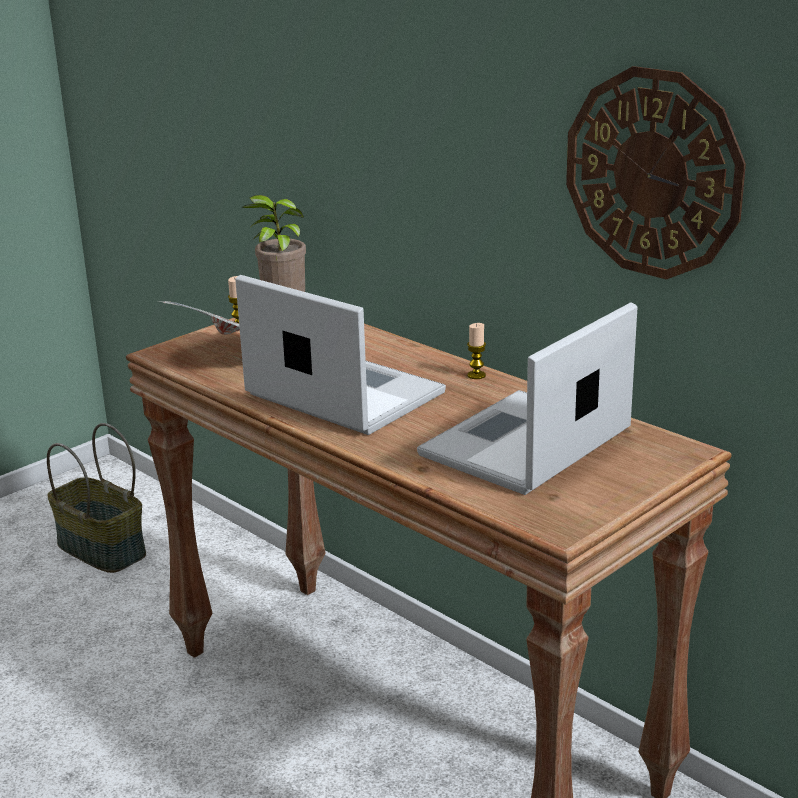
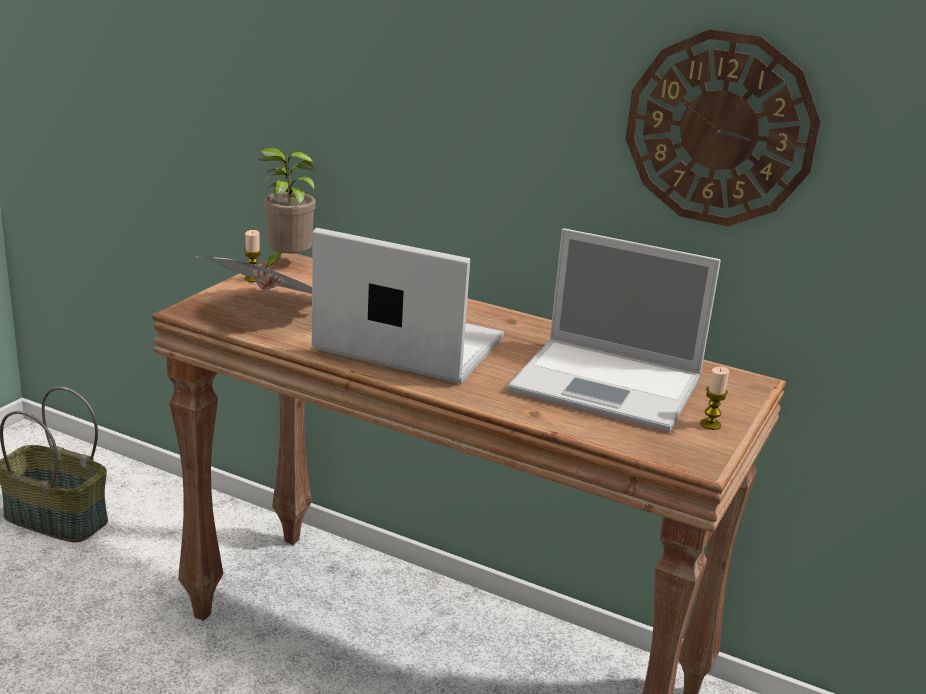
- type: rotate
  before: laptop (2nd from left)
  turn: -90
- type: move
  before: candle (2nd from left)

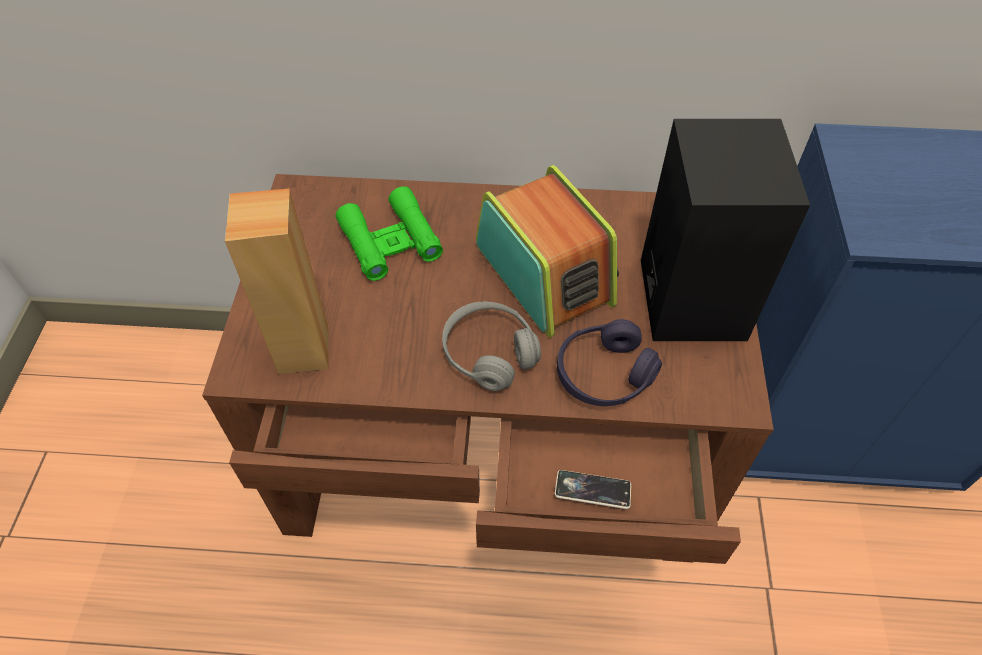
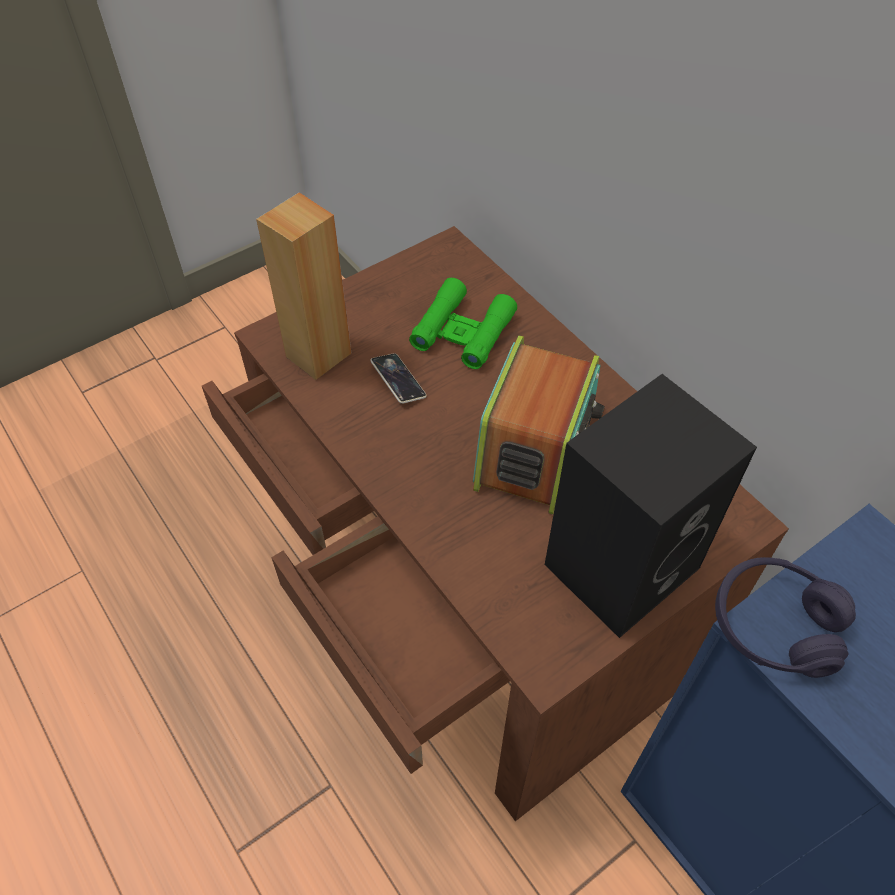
- type: delete
  before: grey headphones
- type: move
  before: purple headphones
- type: move
  before: phone

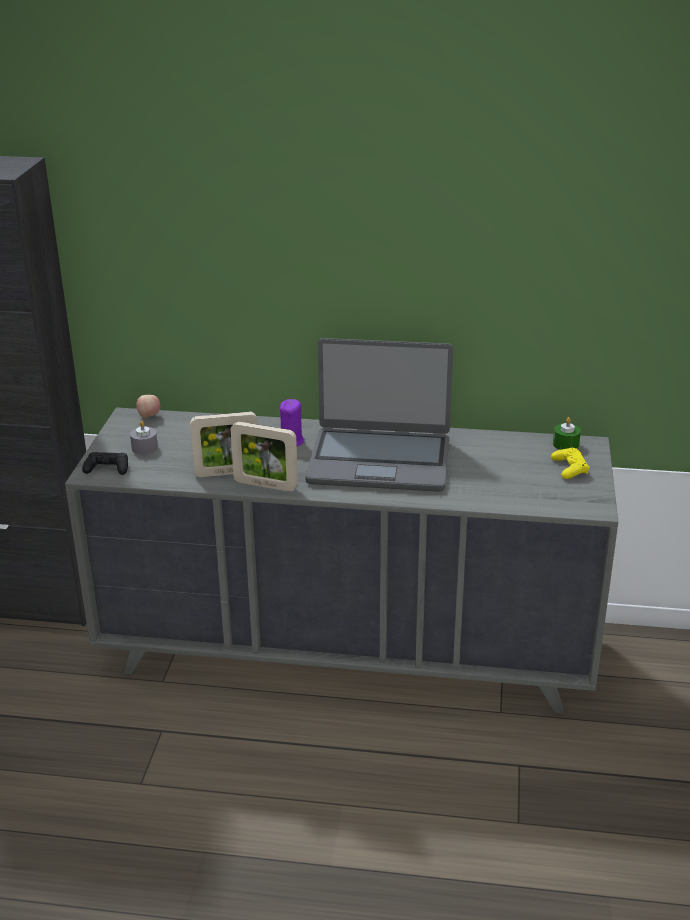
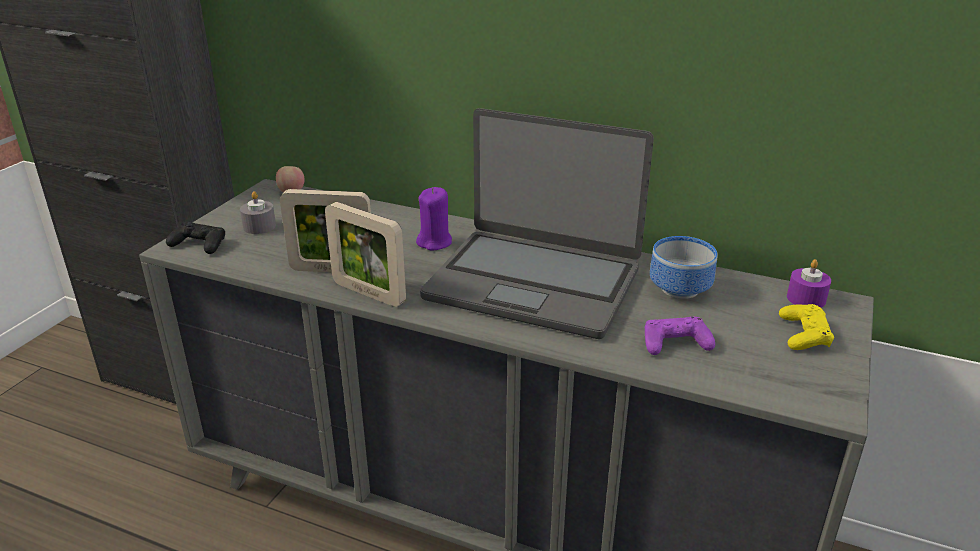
- type: recolor
  before: green candle
  after: purple candle (2nd from left)
- type: insert
  after: bowl
- type: insert
  after: purple game controller

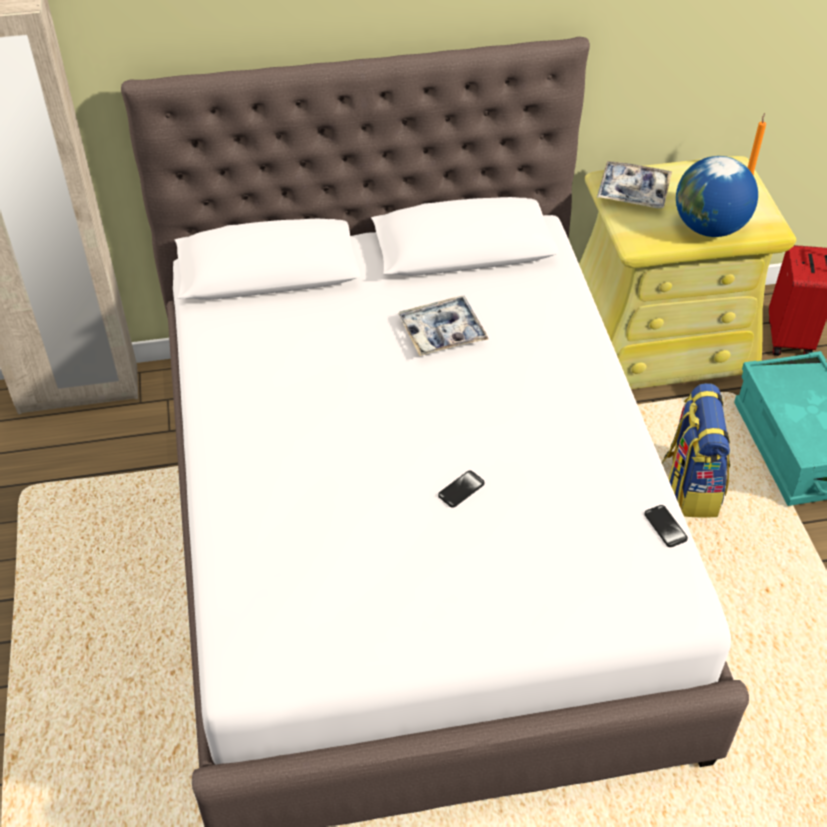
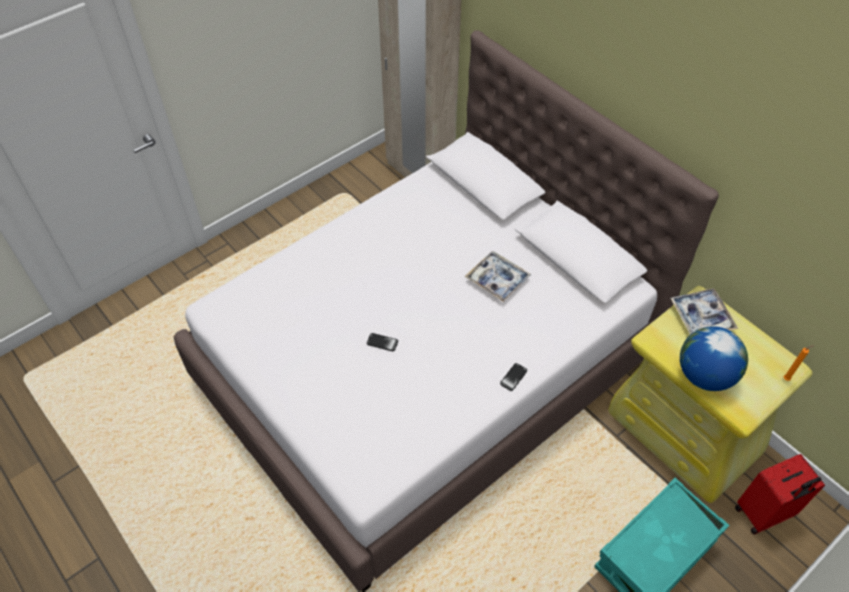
- type: delete
  before: backpack
- type: move
  before: phone (2nd from left)

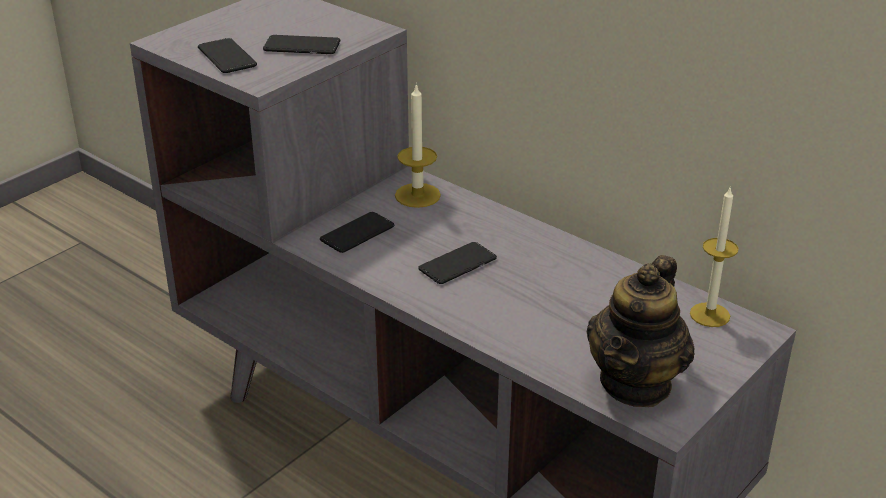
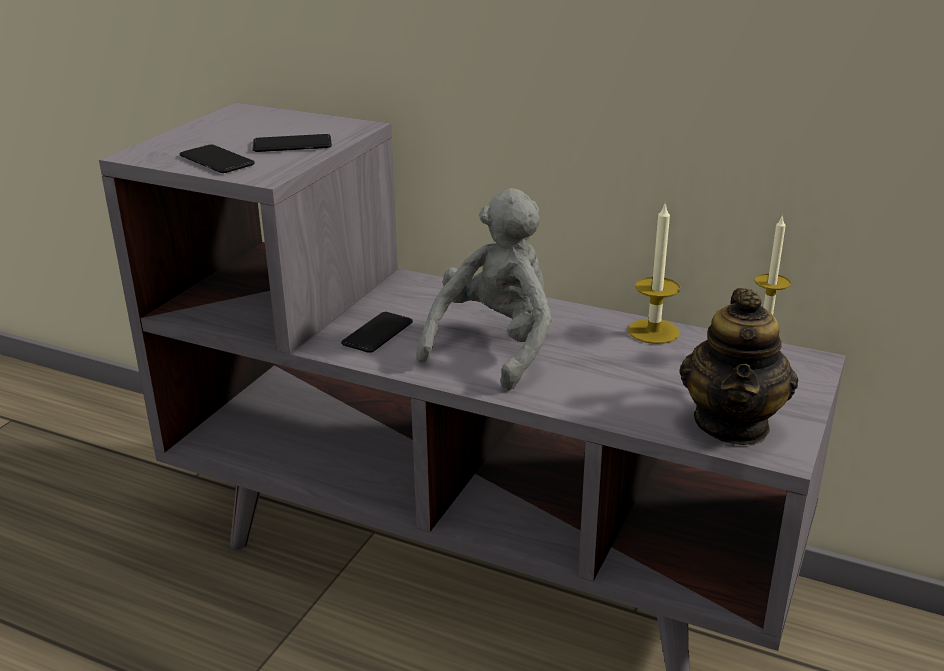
- type: move
  before: candle (1st from left)
- type: replace
  before: phone (4th from left)
  after: grey plush toy

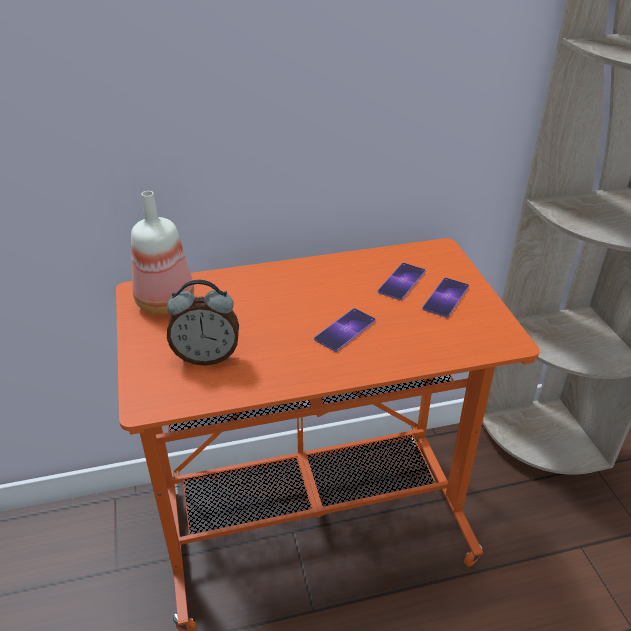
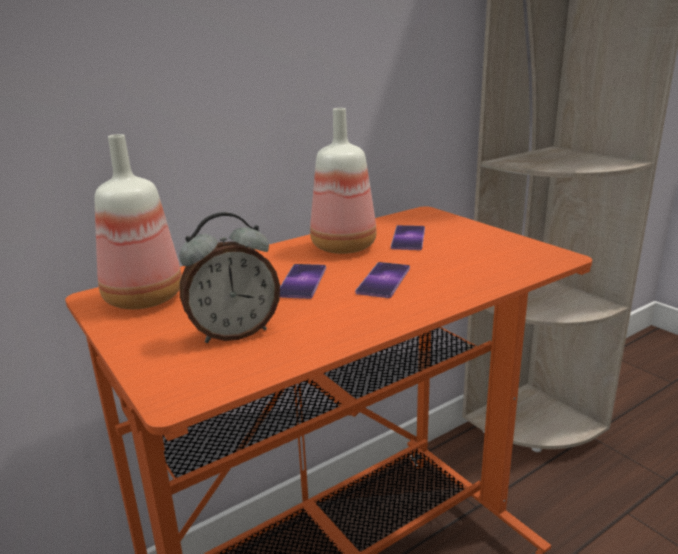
- type: move
  before: phone (3rd from left in the first image)
  after: phone (1st from left)
- type: insert
  after: bottle (2nd from left)

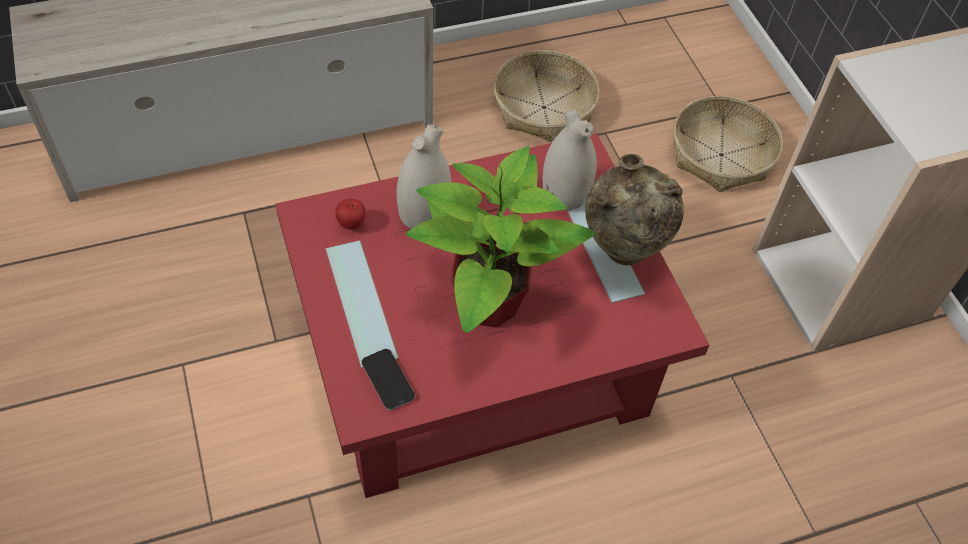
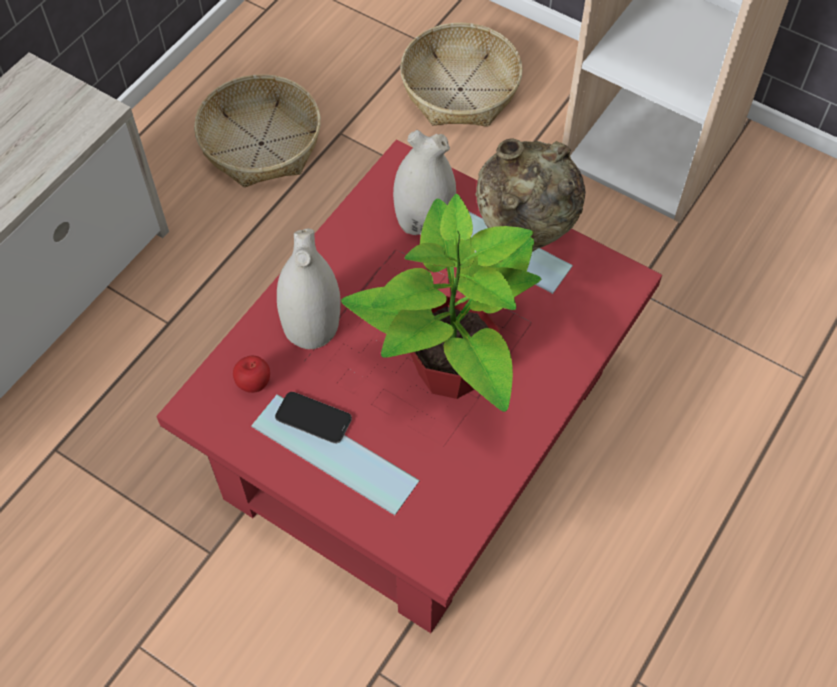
- type: move
  before: phone

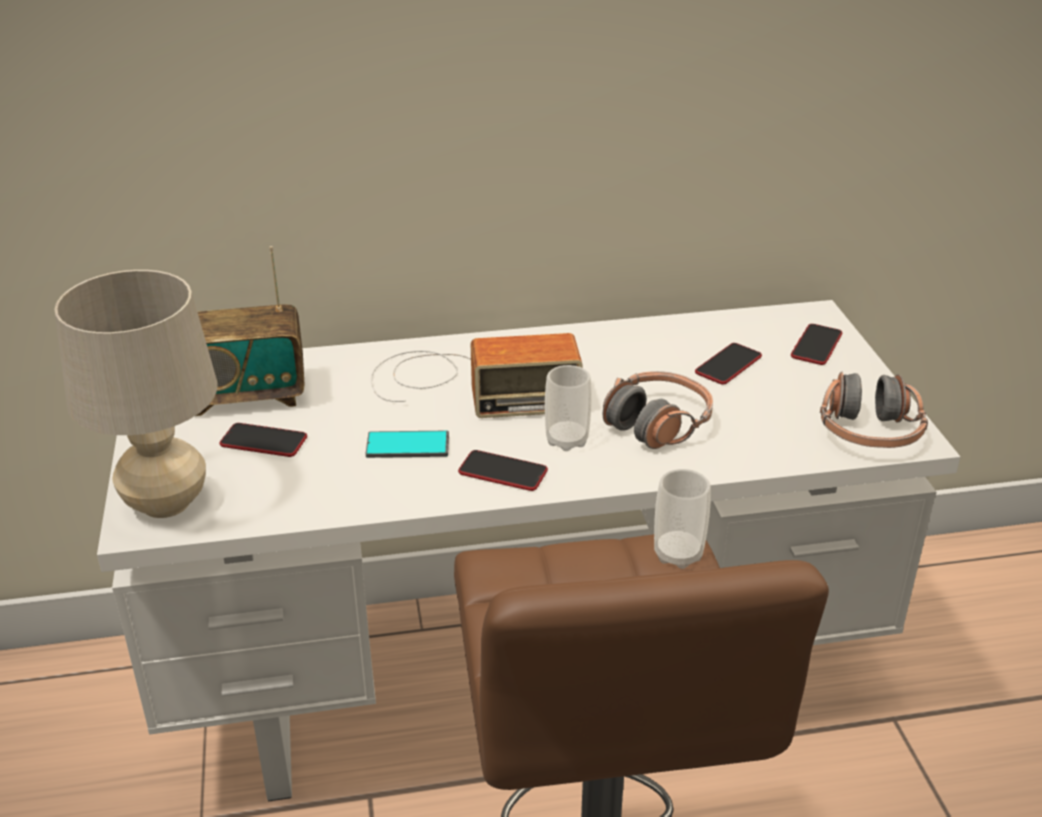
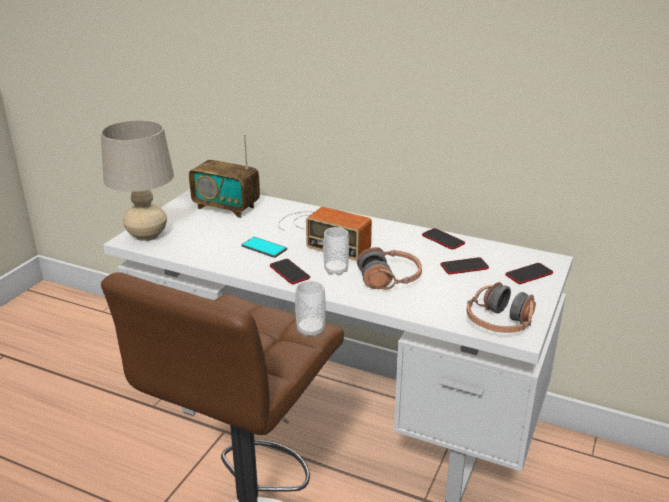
- type: move
  before: phone (1st from left in the first image)
  after: phone (3rd from left)

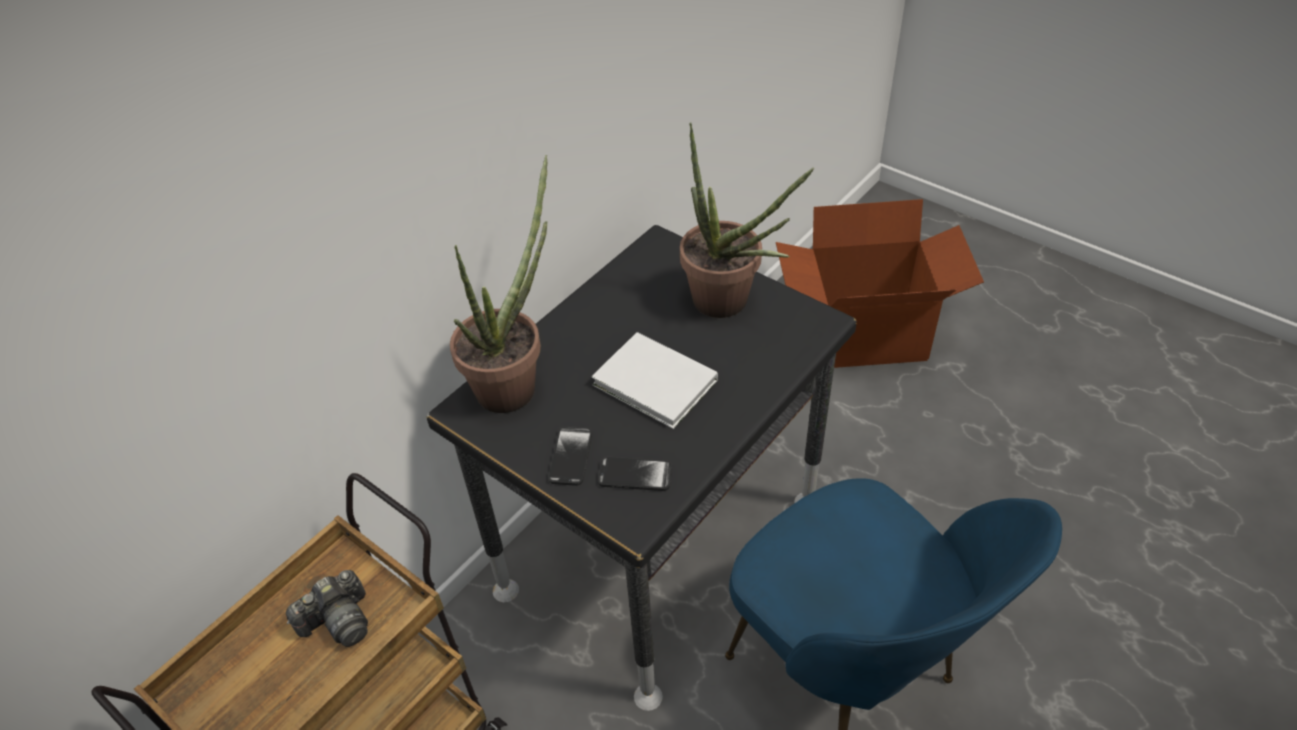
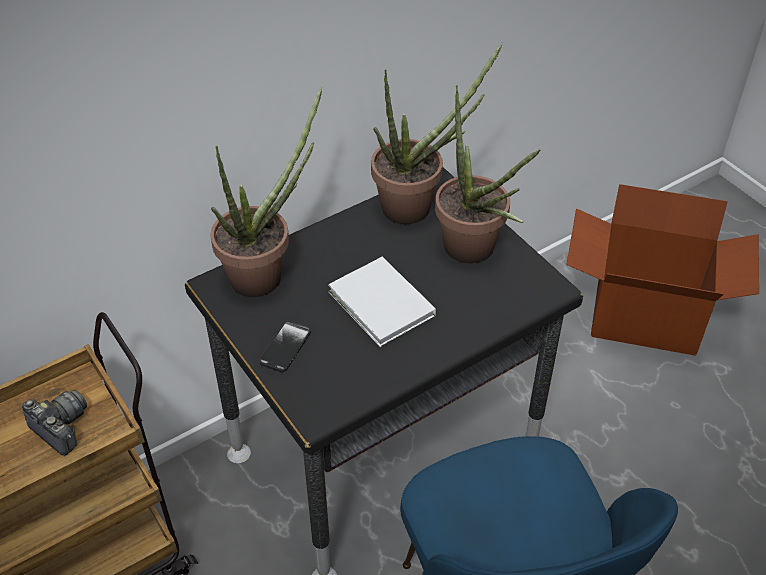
- type: delete
  before: phone (2nd from left)
- type: rotate
  before: photo camera
  turn: -120
- type: insert
  after: potted plant (2nd from left)

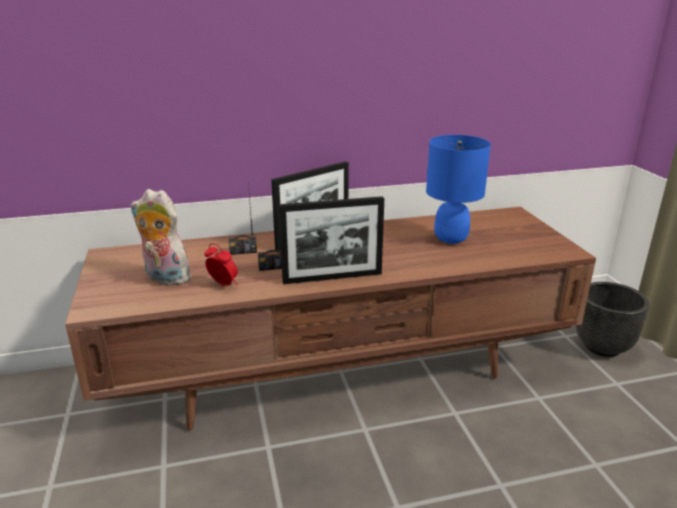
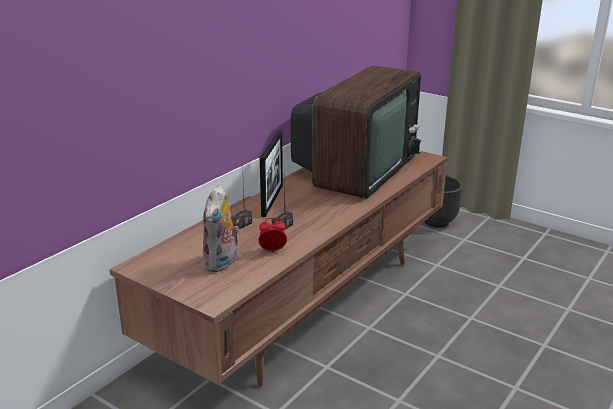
- type: replace
  before: blue table lamp
  after: television
- type: rotate
  before: plush toy
  turn: -60
- type: delete
  before: picture frame (2nd from left)

